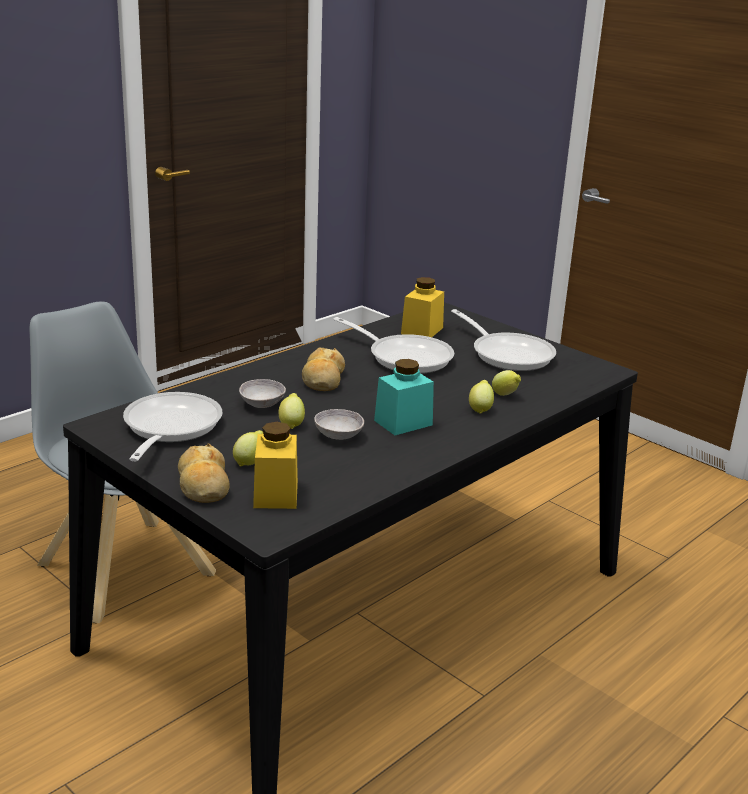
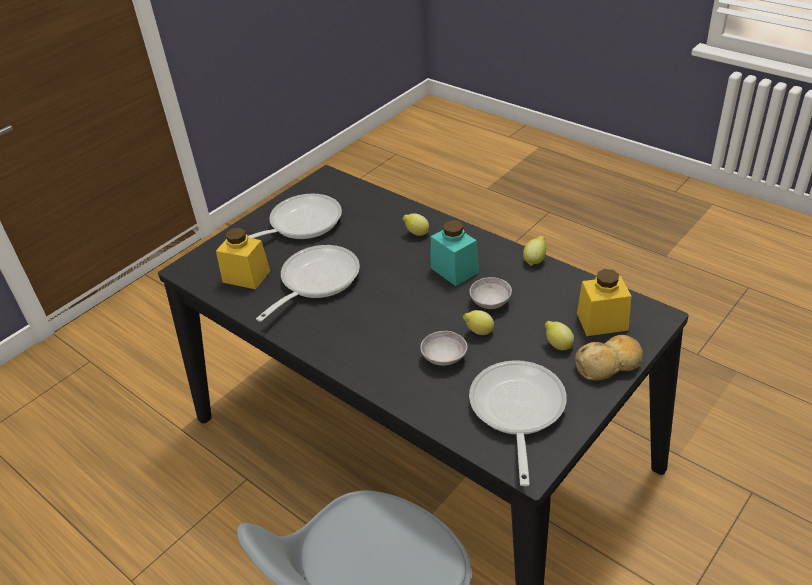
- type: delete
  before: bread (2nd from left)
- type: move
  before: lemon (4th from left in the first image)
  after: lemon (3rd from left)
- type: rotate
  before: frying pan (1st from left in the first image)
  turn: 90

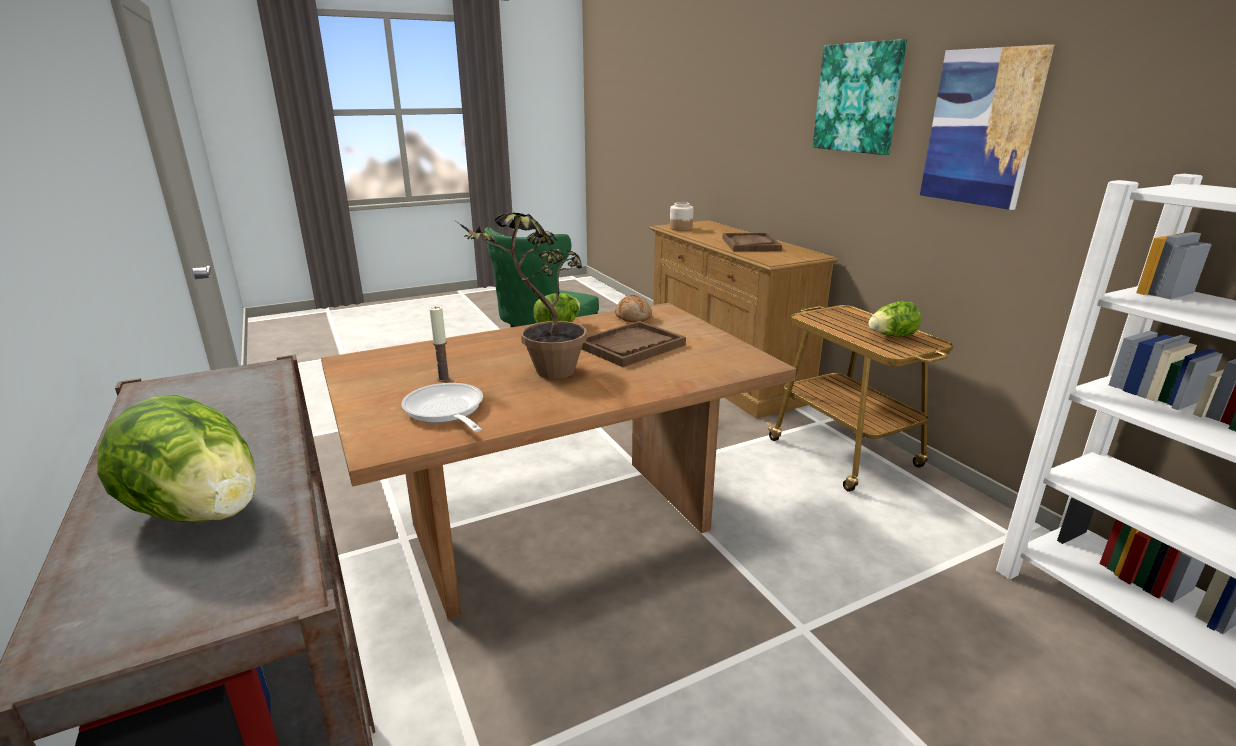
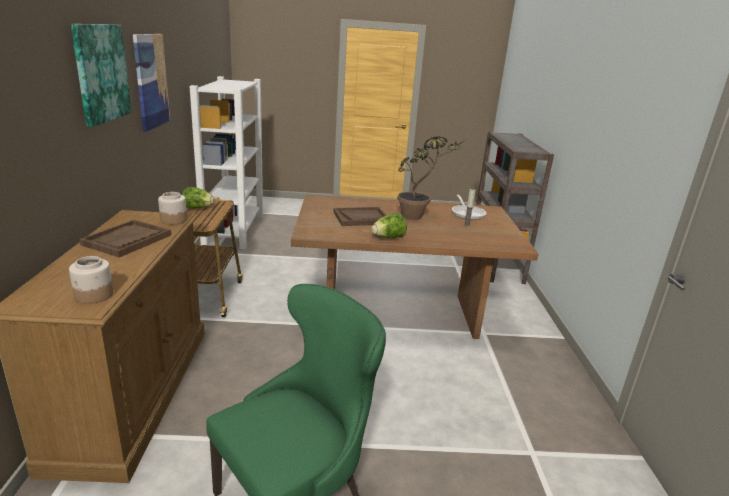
- type: delete
  before: bread
- type: delete
  before: lettuce (1st from left)
- type: insert
  after: jar (2nd from left)

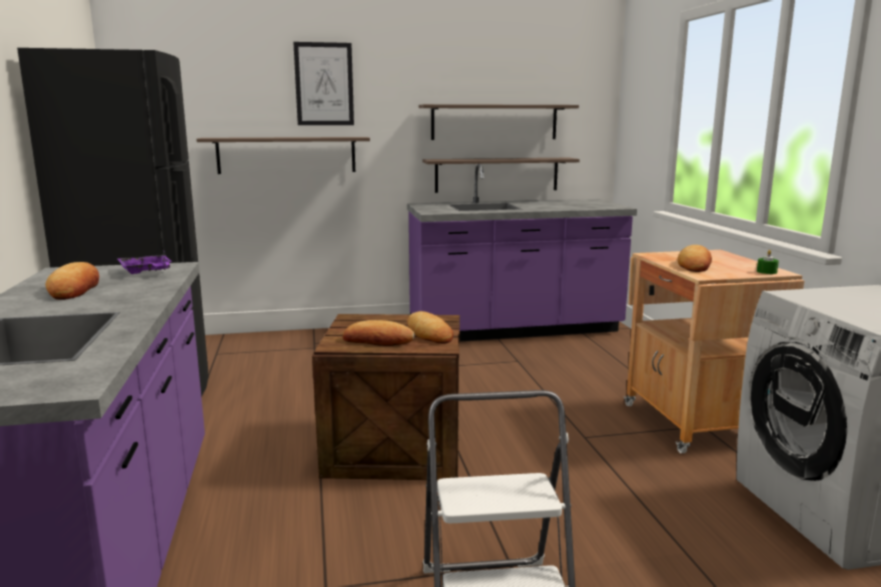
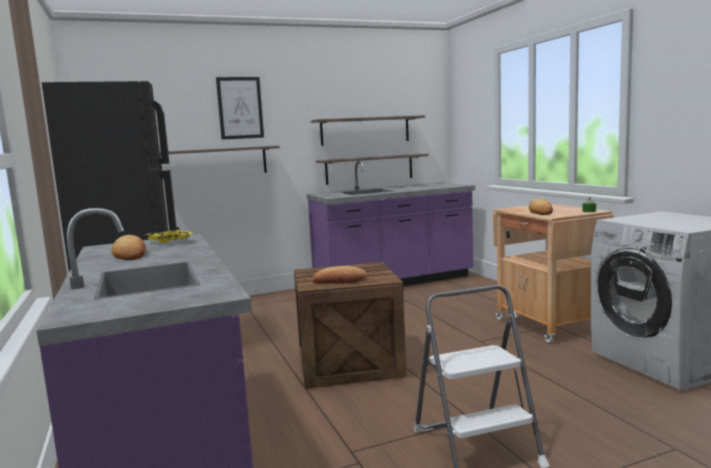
- type: recolor
  before: purple tray
  after: yellow tray
- type: delete
  before: bread (3rd from left)

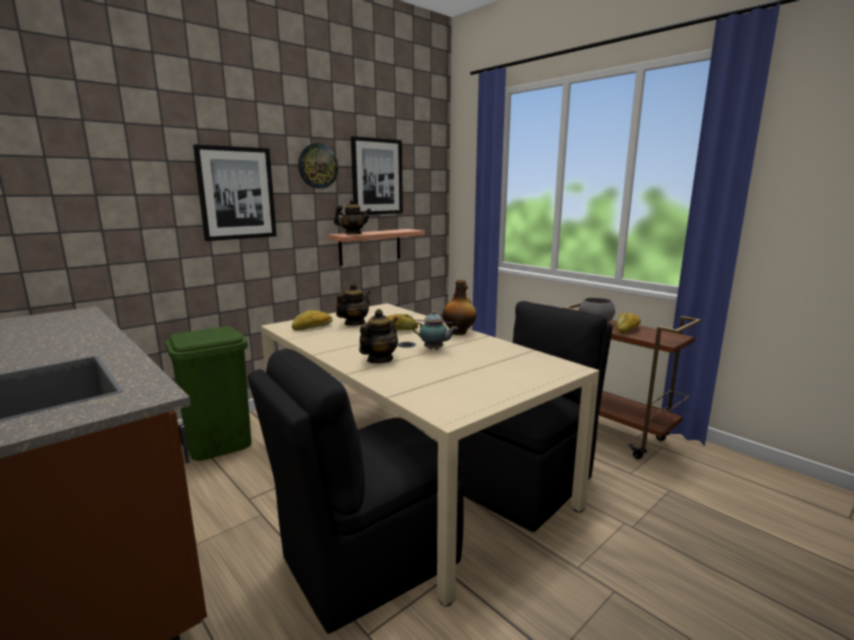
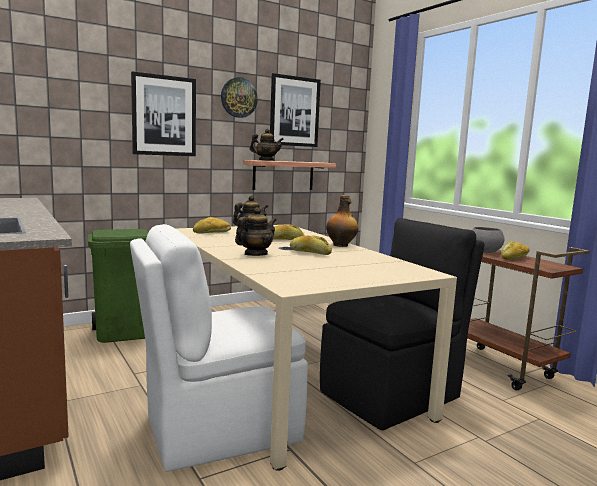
- type: replace
  before: teapot (4th from left)
  after: bread (3rd from left)
- type: recolor
  before: black chair (1st from left)
  after: white chair

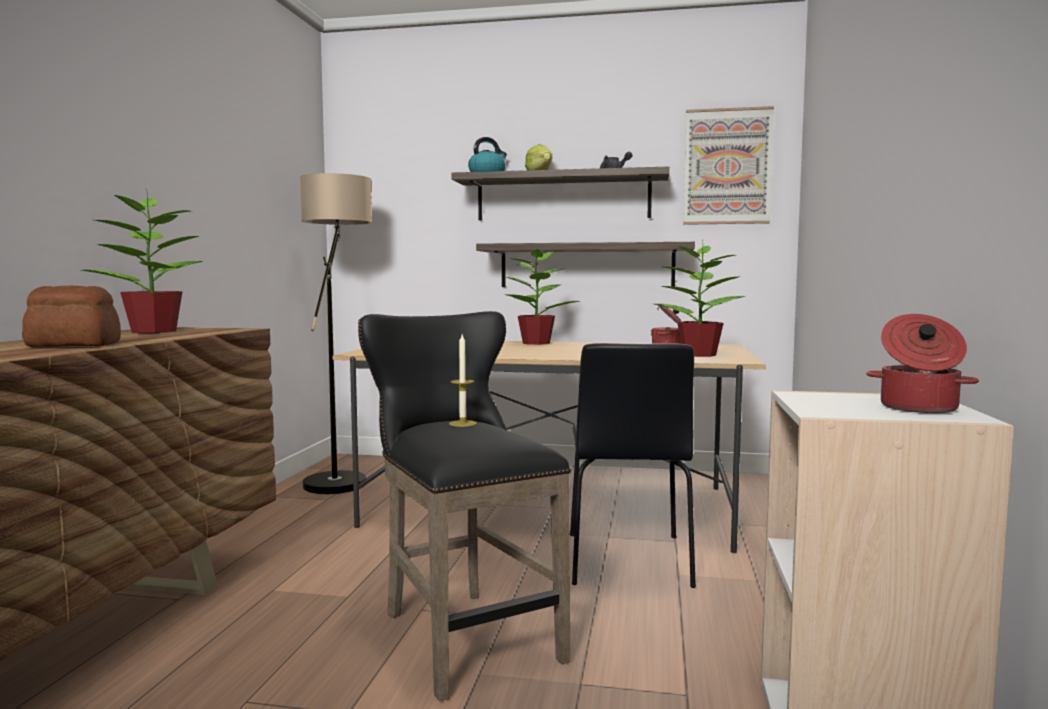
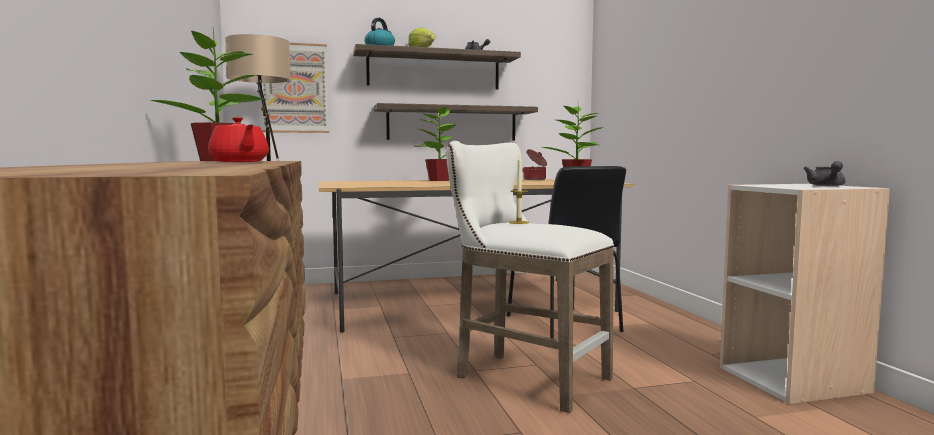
- type: move
  before: picture
- type: replace
  before: bread
  after: red teapot
- type: recolor
  before: black stool
  after: white stool
- type: replace
  before: cooking pot (2nd from left)
  after: grey teapot (2nd from left)

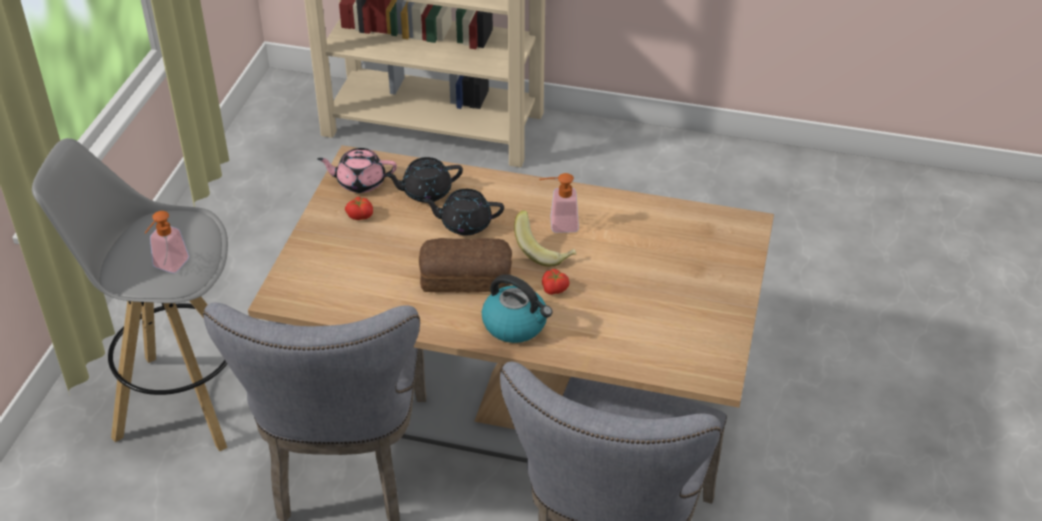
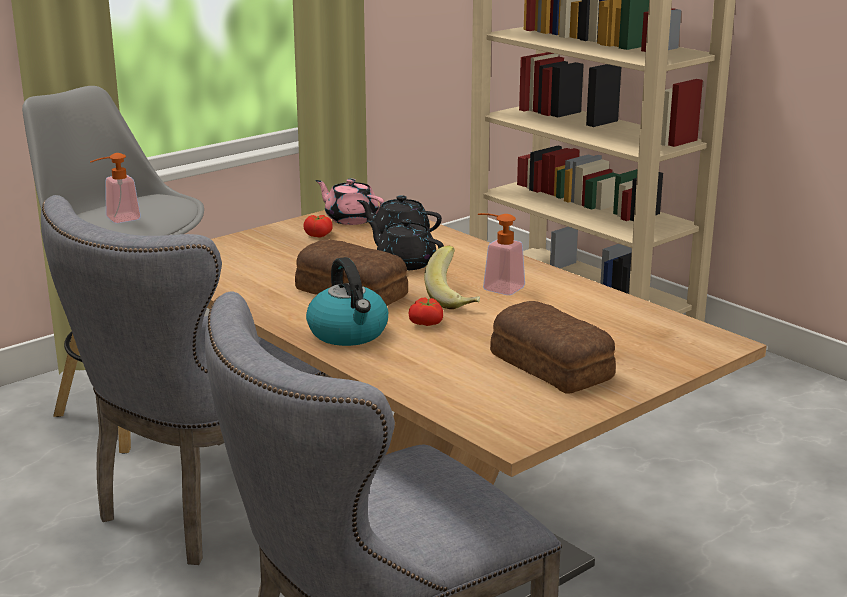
- type: insert
  after: bread (2nd from left)

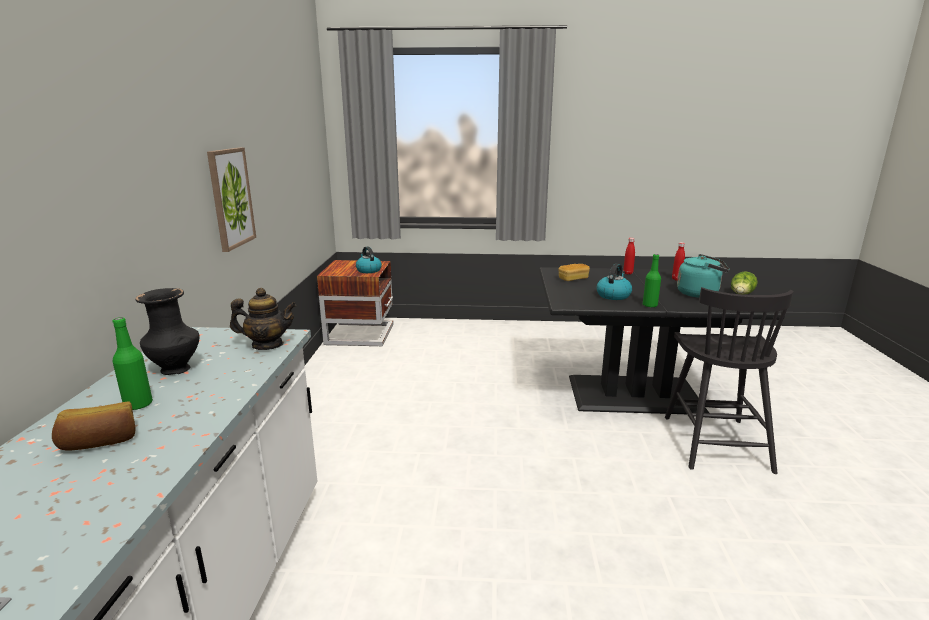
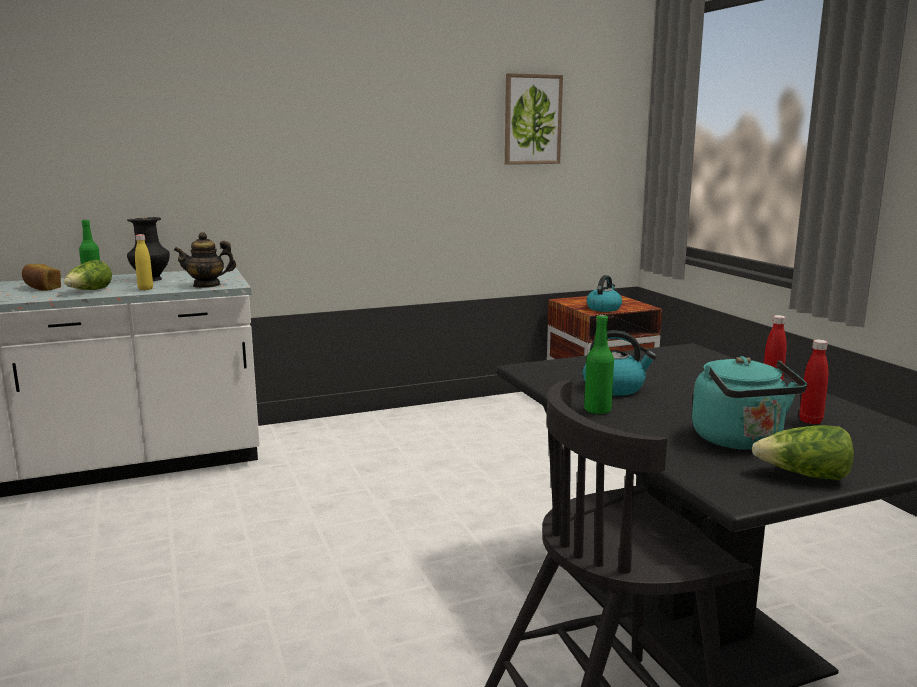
- type: move
  before: picture
- type: delete
  before: bread (2nd from left)
- type: rotate
  before: teapot
  turn: 105
- type: insert
  after: yellow bottle
- type: insert
  after: lettuce (1st from left)

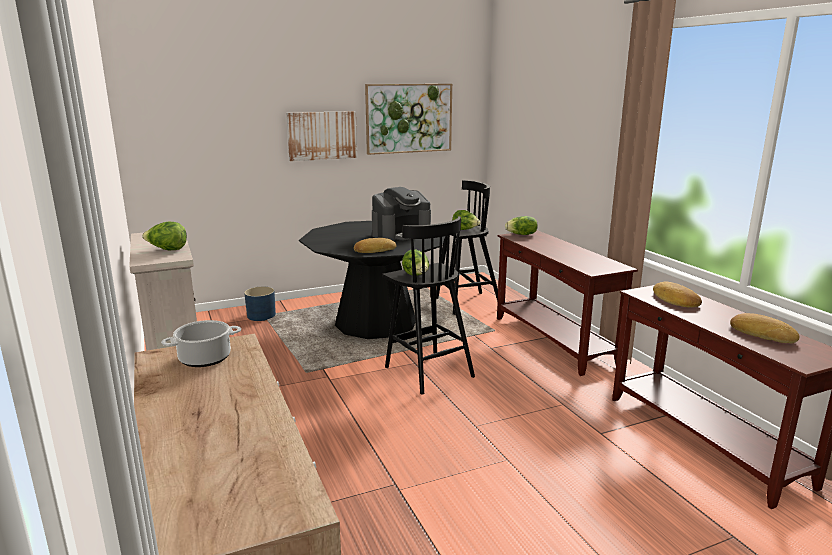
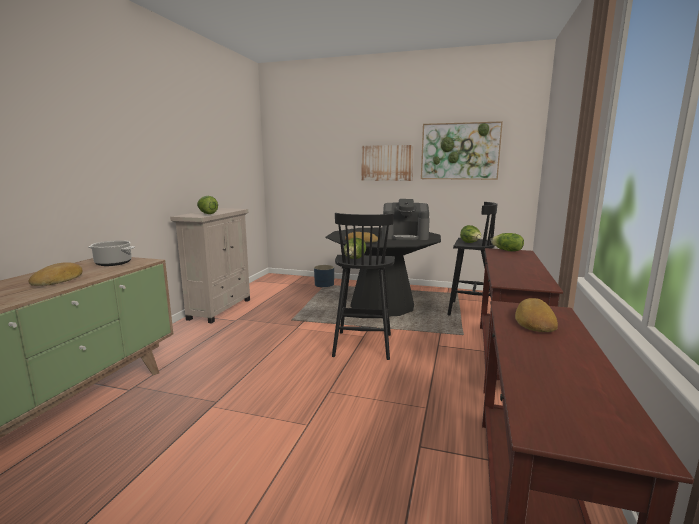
- type: move
  before: bread (3rd from left in the first image)
  after: bread (1st from left)

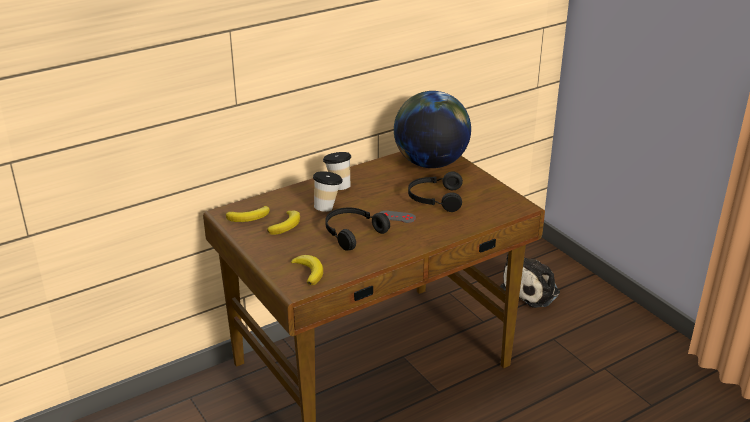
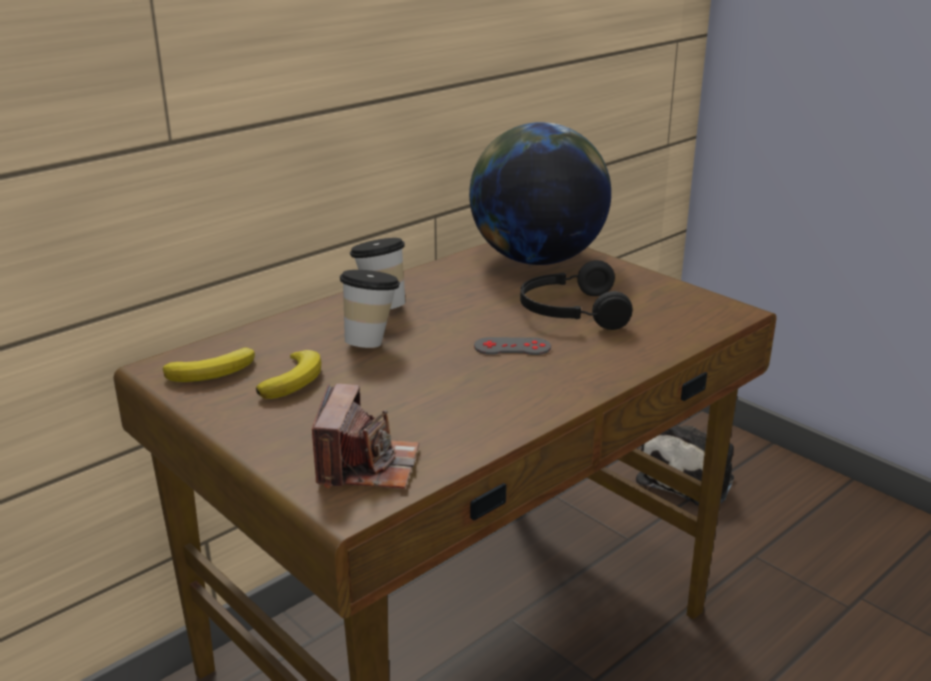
- type: delete
  before: black headphones (1st from left)
- type: replace
  before: banana (3rd from left)
  after: photo camera

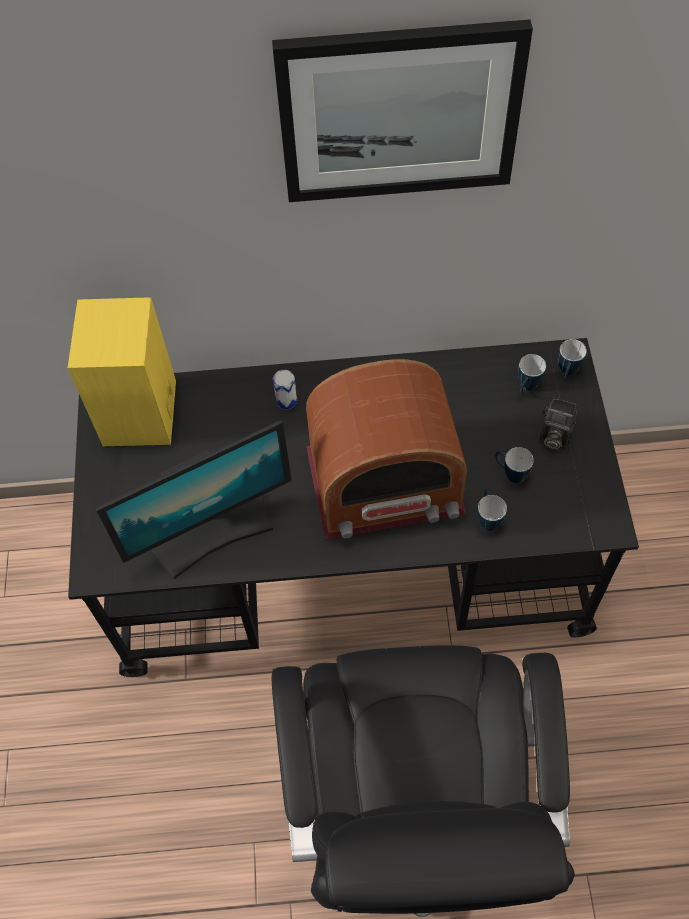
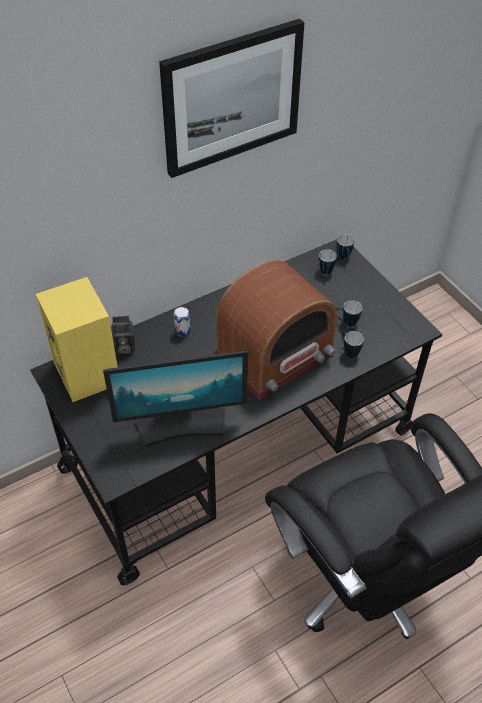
- type: move
  before: photo camera
- type: rotate
  before: monitor
  turn: 45

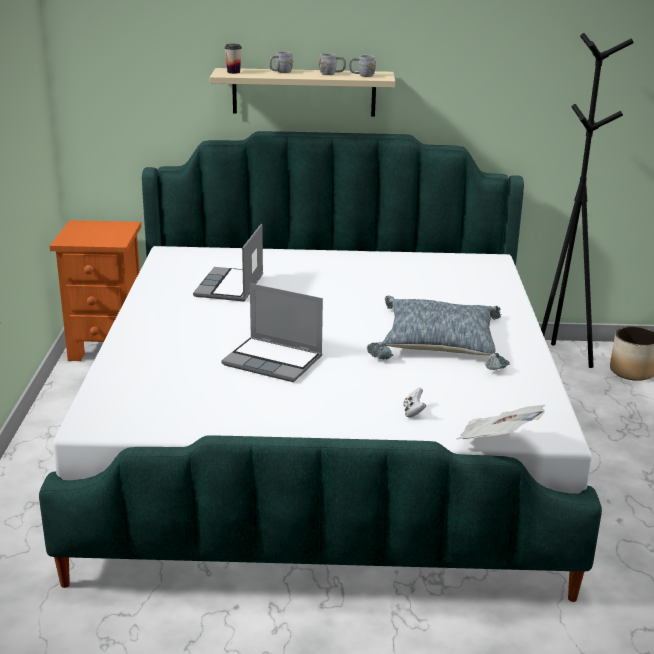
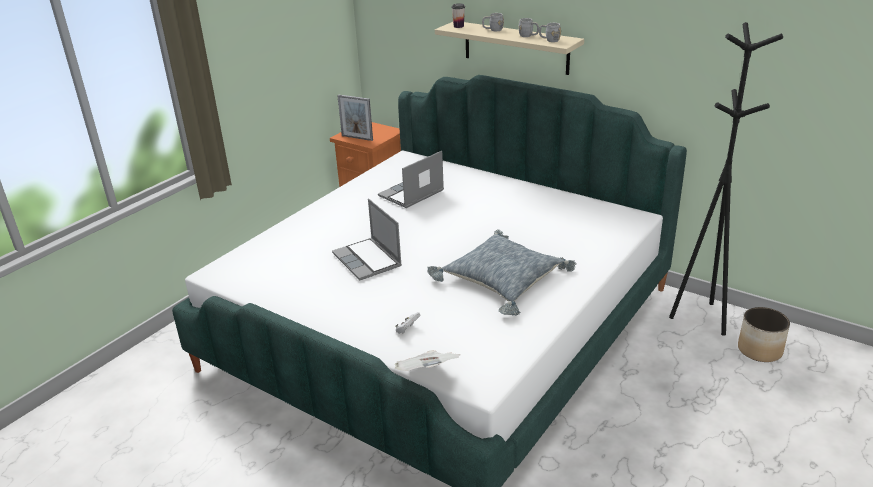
- type: insert
  after: picture frame

